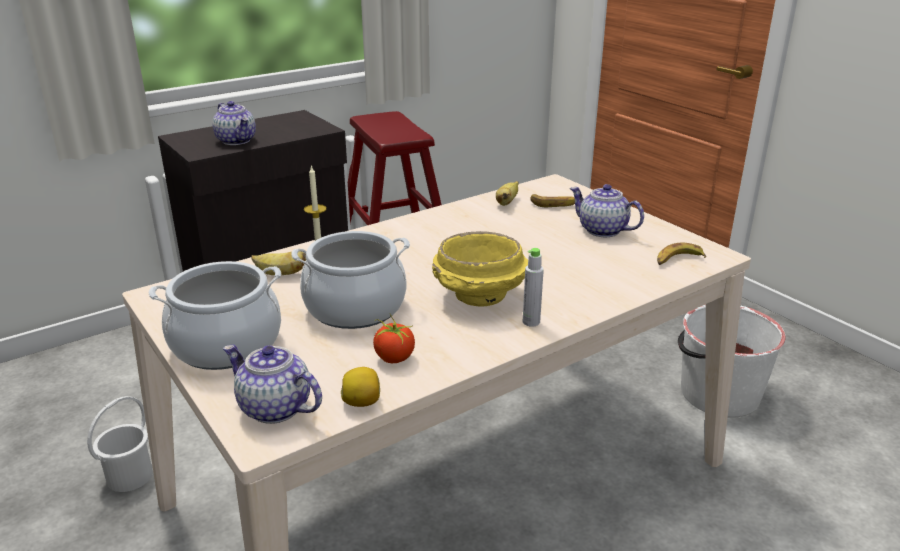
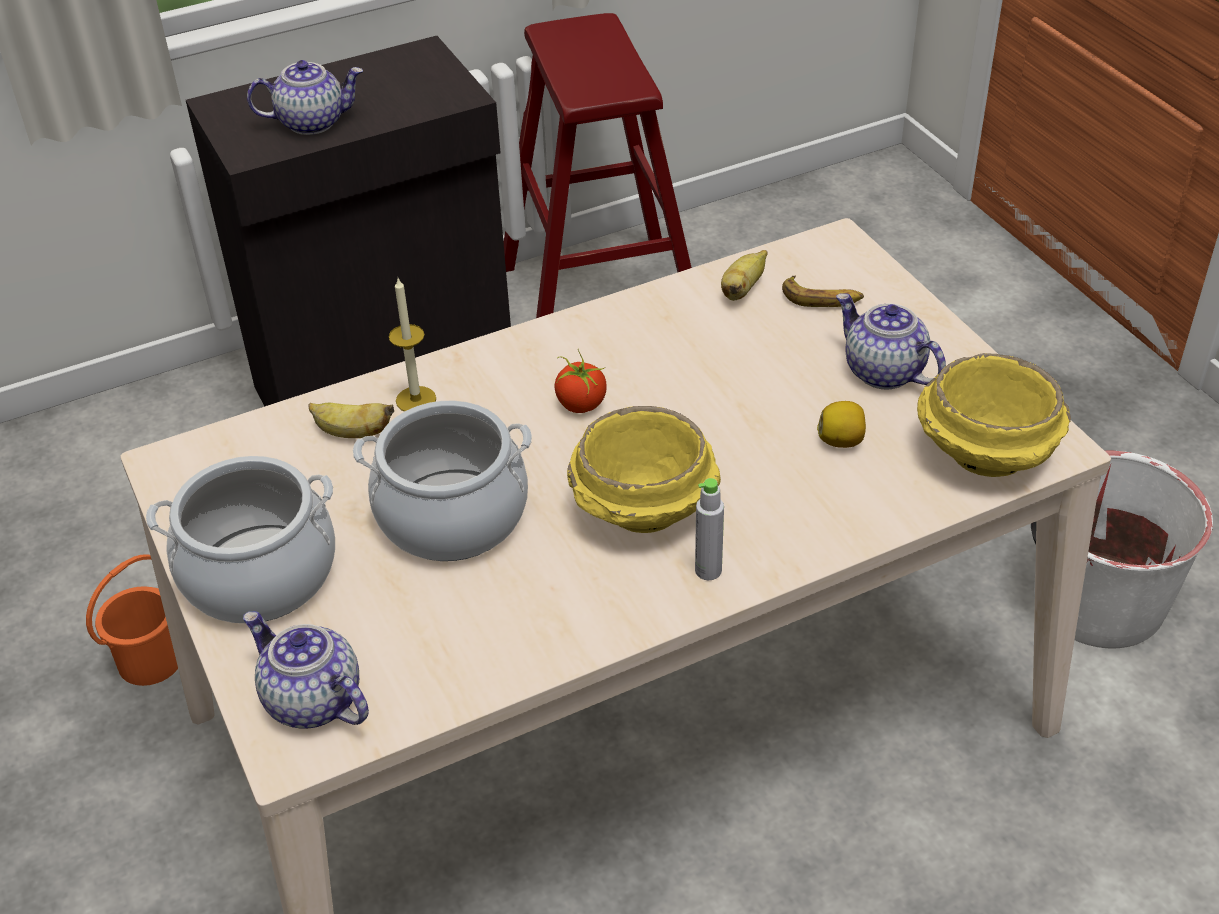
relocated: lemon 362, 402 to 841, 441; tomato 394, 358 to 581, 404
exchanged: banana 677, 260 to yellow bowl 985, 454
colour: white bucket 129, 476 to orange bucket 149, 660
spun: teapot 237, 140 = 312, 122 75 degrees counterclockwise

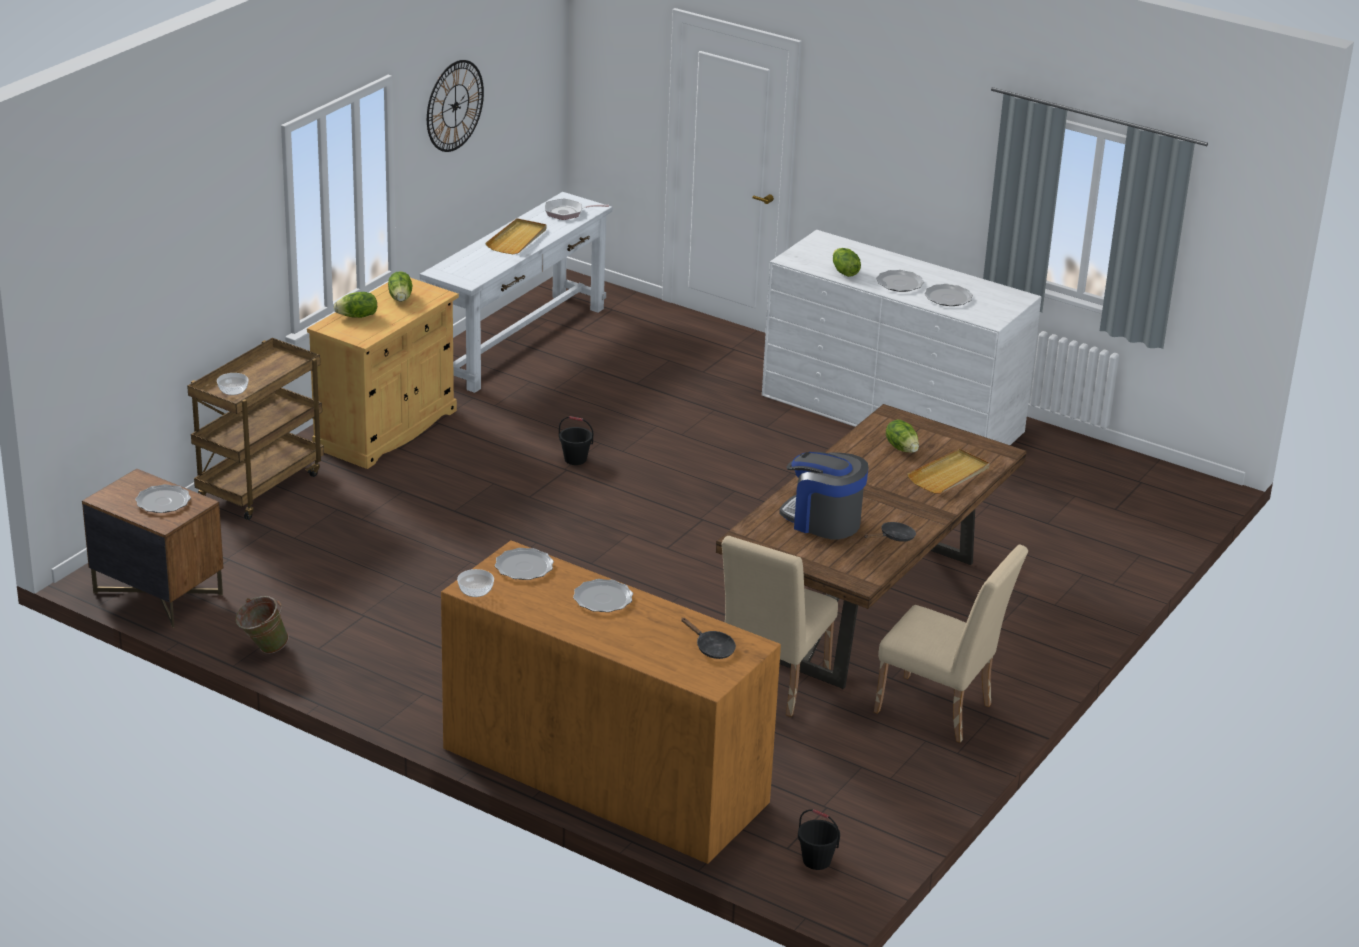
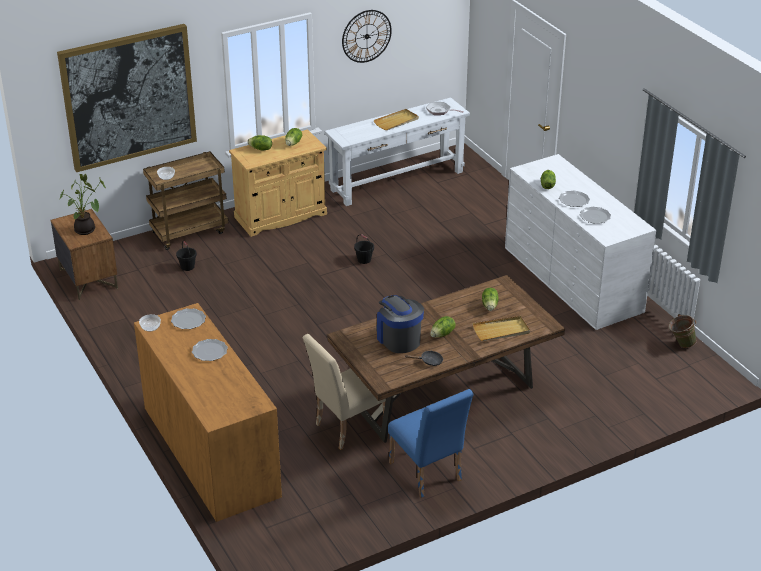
missing: black frying pan 712, 648
appeared: picture 128, 97; lettuce 442, 334
relocated: green bucket 262, 649 to 680, 344; black bucket 816, 861 to 187, 267
exchanged: plate 163, 501 to potted plant 86, 230
colour: beige chair 941, 712 to blue chair 427, 475

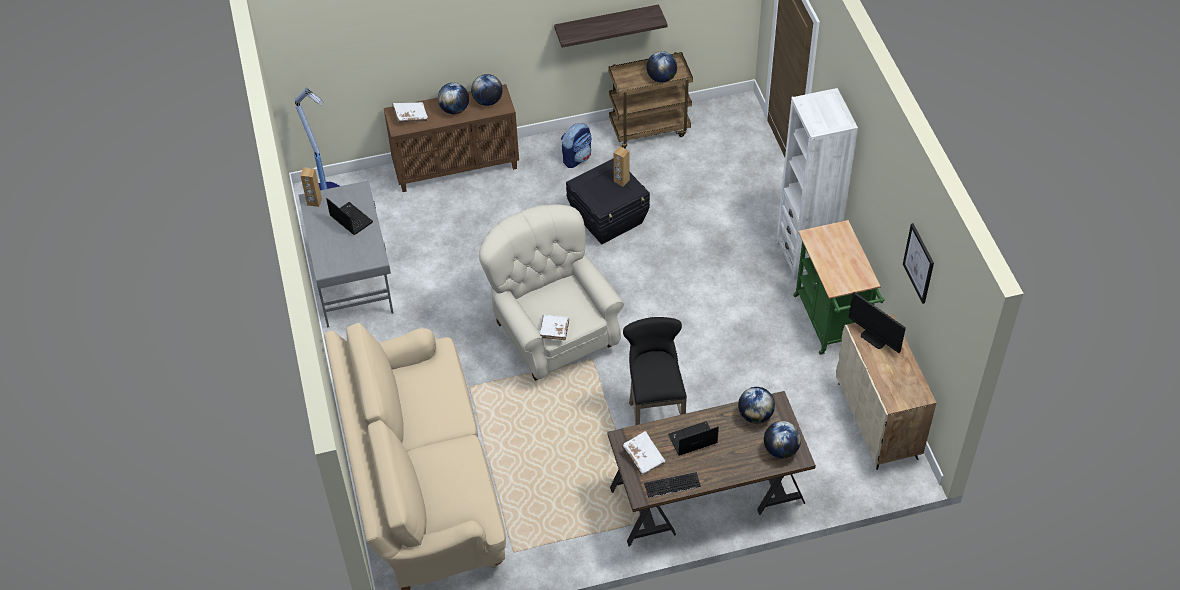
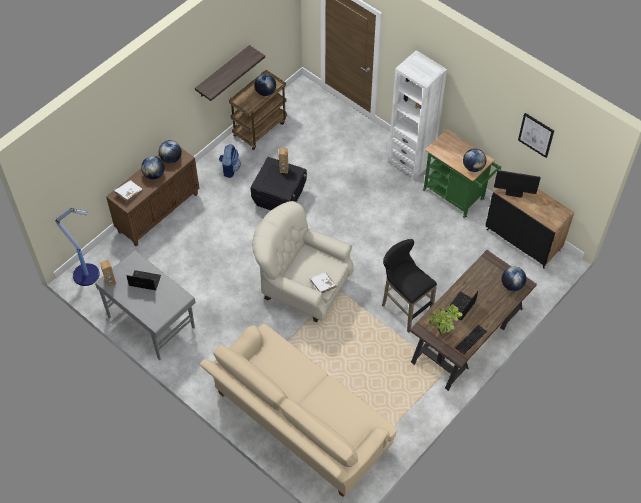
relocated: globe 755, 415 to 473, 167
exchanged: white book 643, 457 to potted plant 442, 332
colour: beige cabinet 878, 421 to black cabinet 523, 240

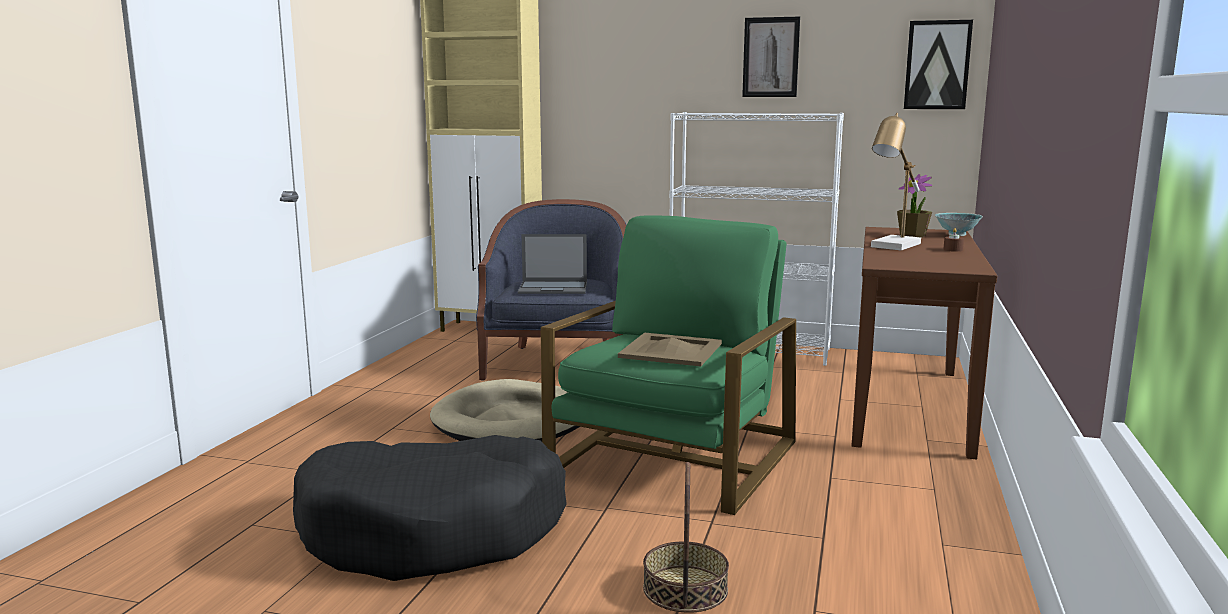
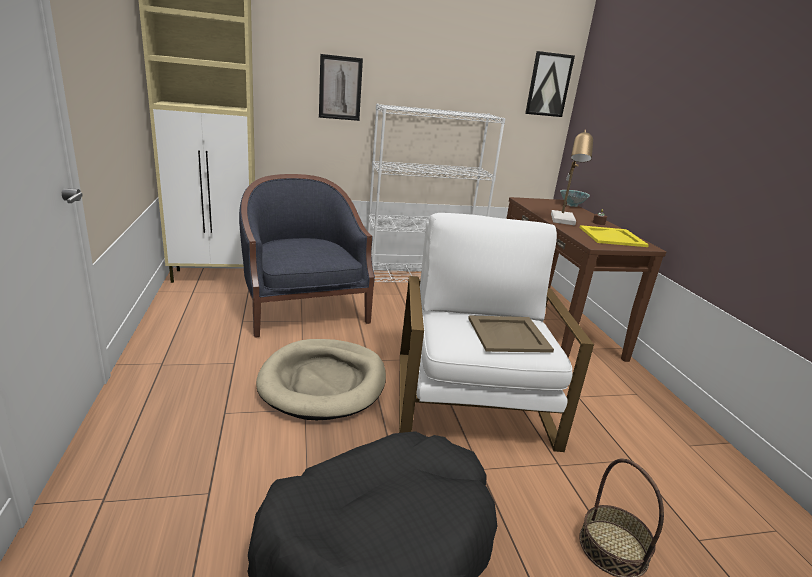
missing: laptop 554, 288; potted plant 913, 235
appeared: yellow tray 611, 236
relocated: picture 770, 57 to 340, 88
colour: green armchair 674, 458 to white armchair 473, 399

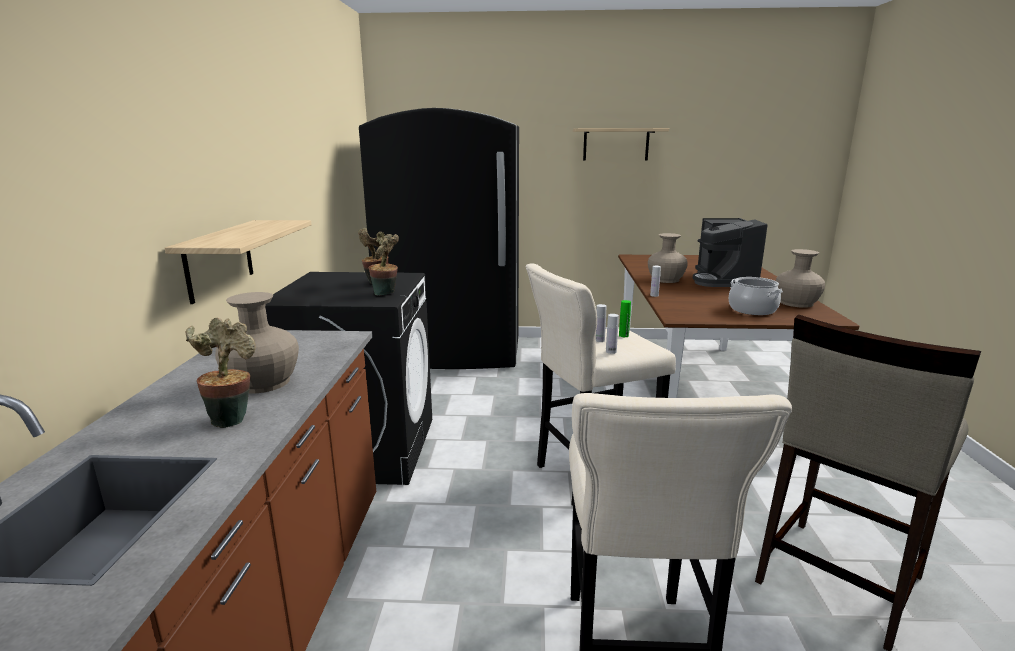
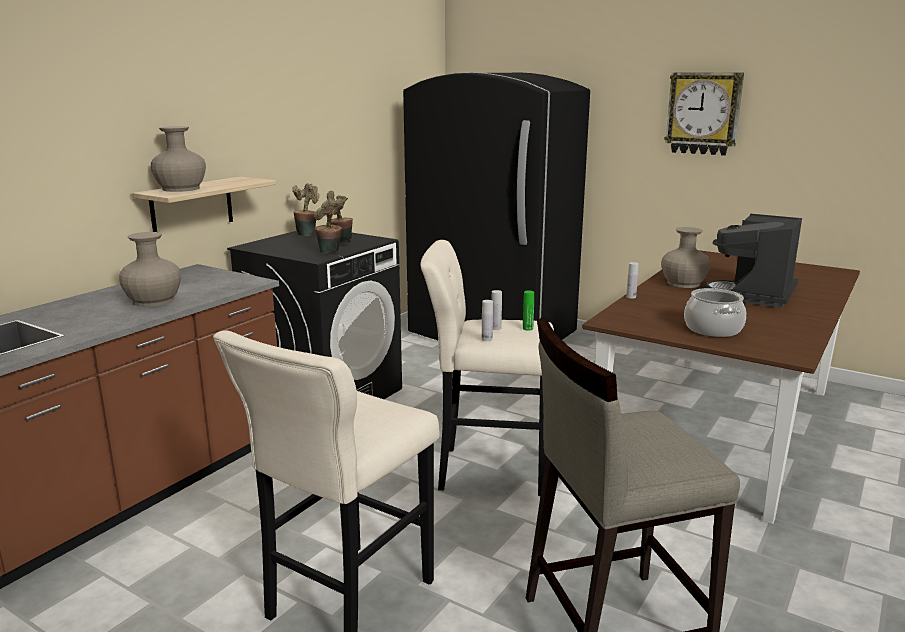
relocated: potted plant 232, 418 to 307, 234; beige vase 796, 303 to 181, 189
exchanged: shelf 616, 144 to wall clock 703, 113

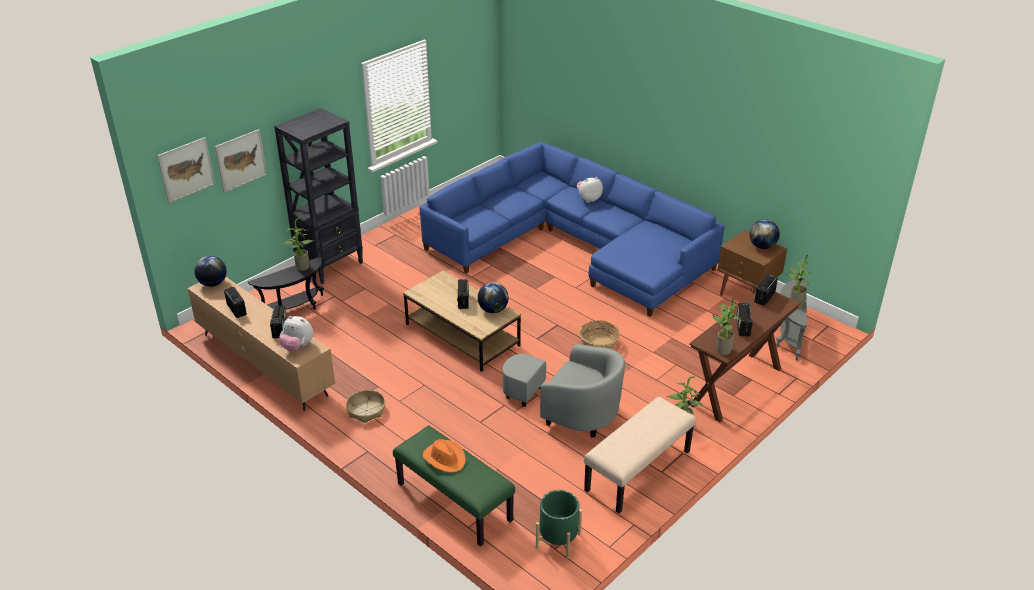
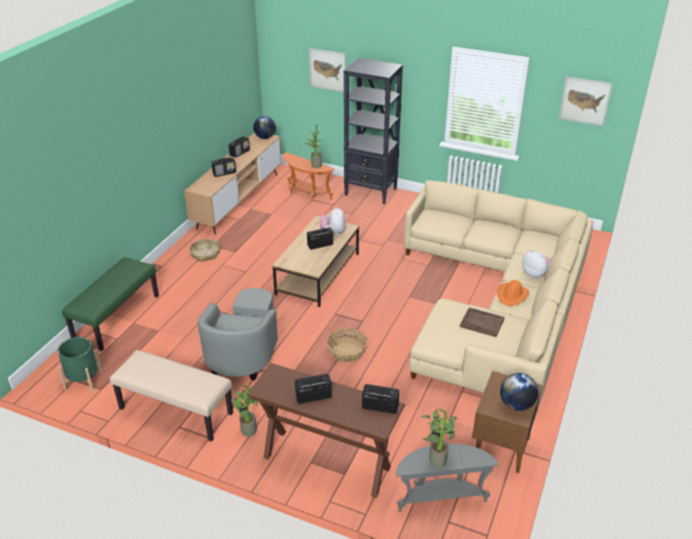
missing: globe 493, 310; potted plant 721, 349
appeared: brown tray 481, 323
relocated: picture 186, 169 to 585, 101; plush toy 297, 346 to 333, 232; orange hat 445, 458 to 512, 295
colour: black side table 294, 310 to orange side table 306, 194; blue sofa 573, 245 to beige sofa 498, 304

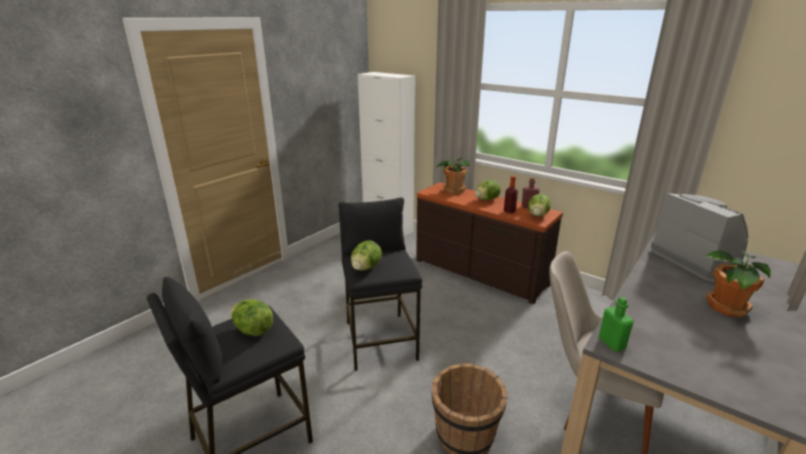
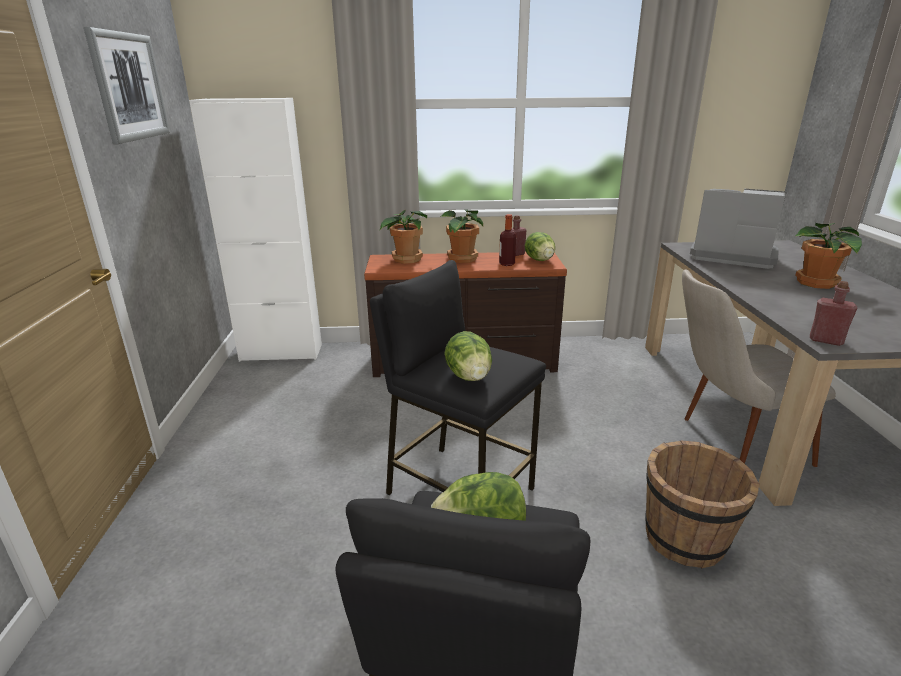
appeared: picture 129, 86
exchanged: lettuce 486, 200 to potted plant 461, 259
colour: green bottle 611, 343 to red bottle 826, 340

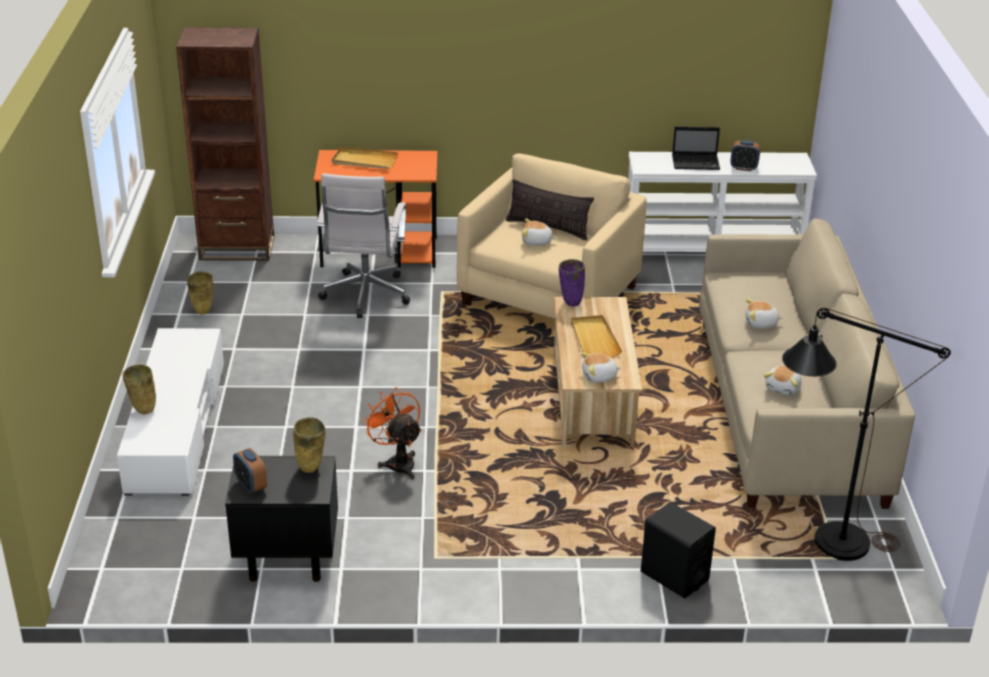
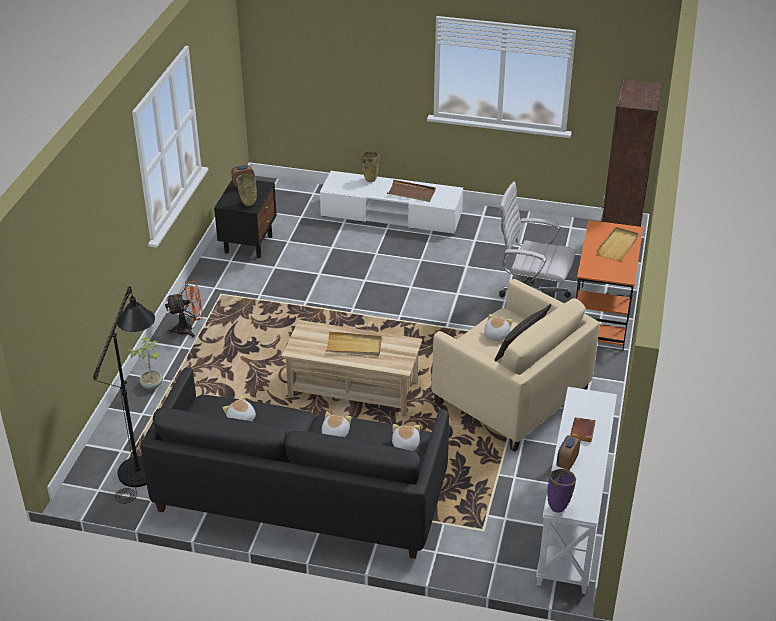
missing: beige vase 203, 312
appeared: brown tray 411, 193
relocated: orange fan 397, 462 to 188, 329; purple vase 570, 302 to 559, 507; plush toy 599, 377 to 405, 445
exchanged: black speaker 674, 576 to potted plant 152, 384; laptop 696, 163 to brown book 583, 433
colour: beige sofa 788, 409 to black sofa 300, 495

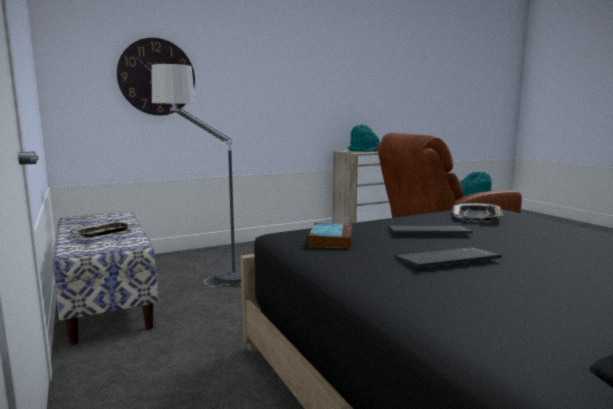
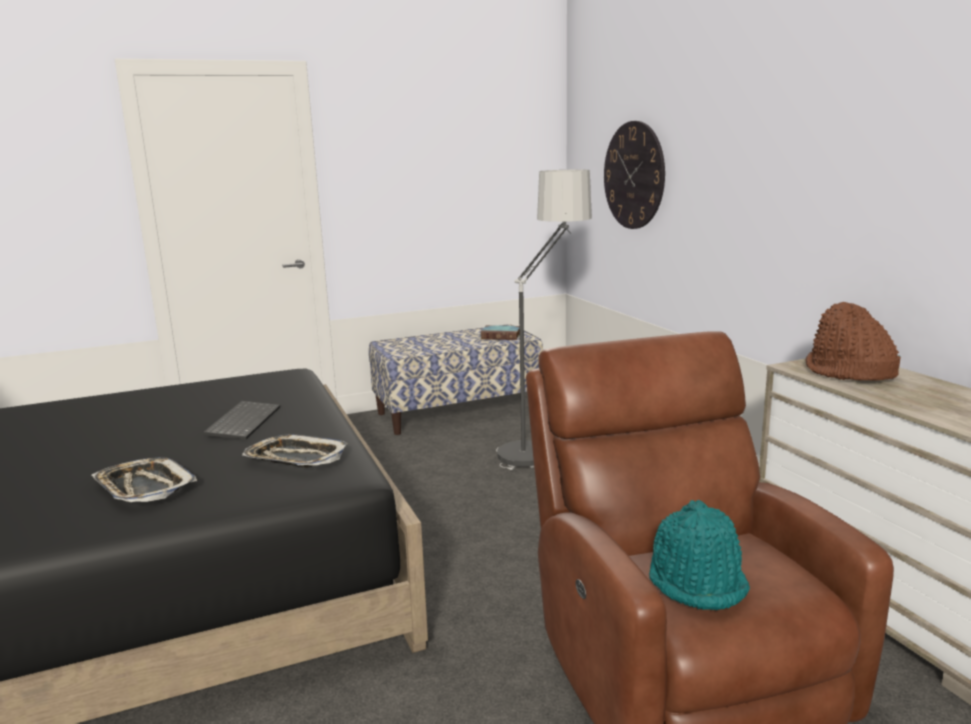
missing: keyboard 447, 260
relocated: tray 103, 233 to 144, 487; book 330, 240 to 502, 336
colour: turquoise hat 364, 151 to brown hat 848, 372

